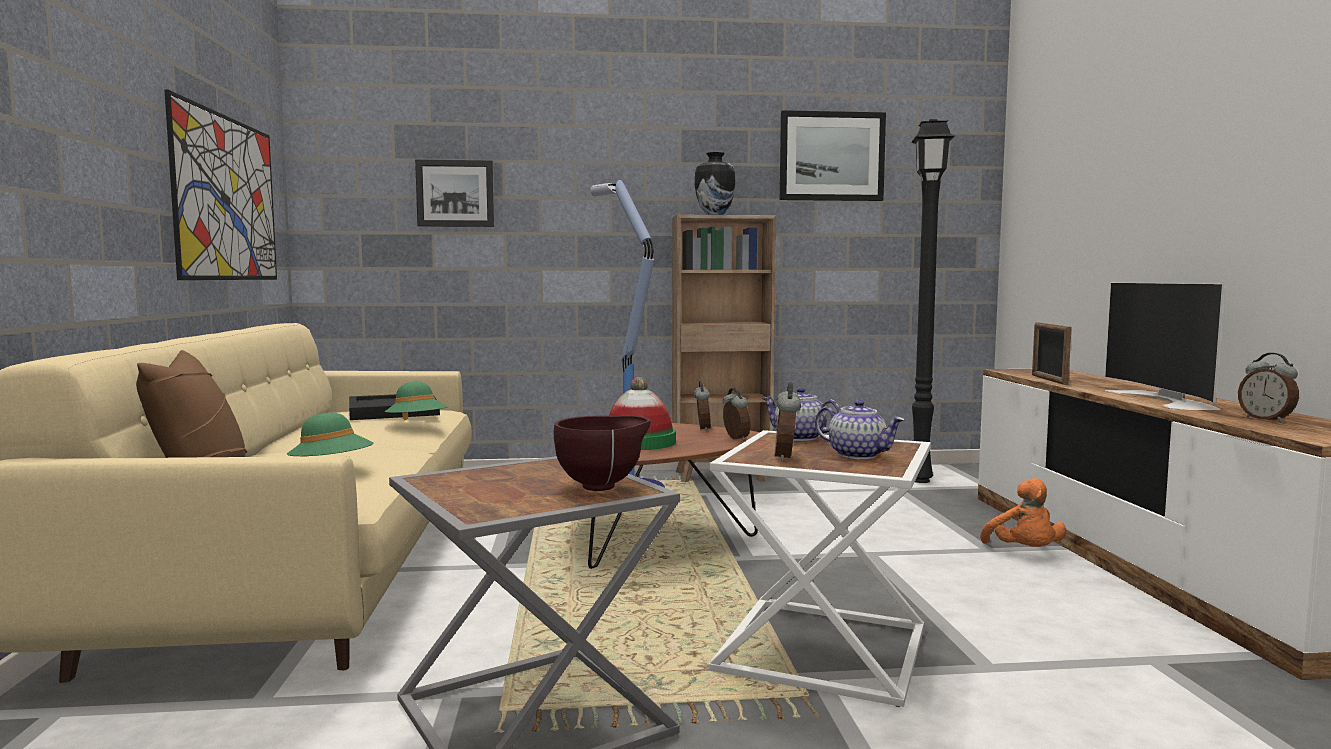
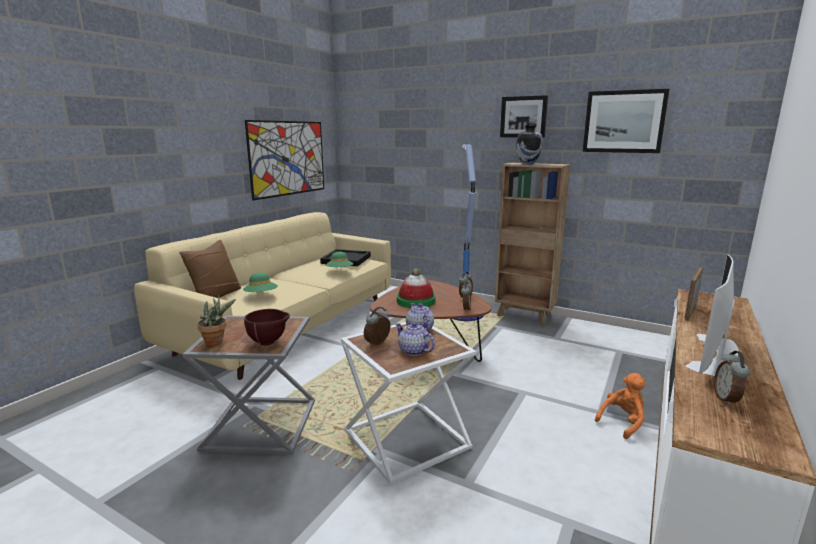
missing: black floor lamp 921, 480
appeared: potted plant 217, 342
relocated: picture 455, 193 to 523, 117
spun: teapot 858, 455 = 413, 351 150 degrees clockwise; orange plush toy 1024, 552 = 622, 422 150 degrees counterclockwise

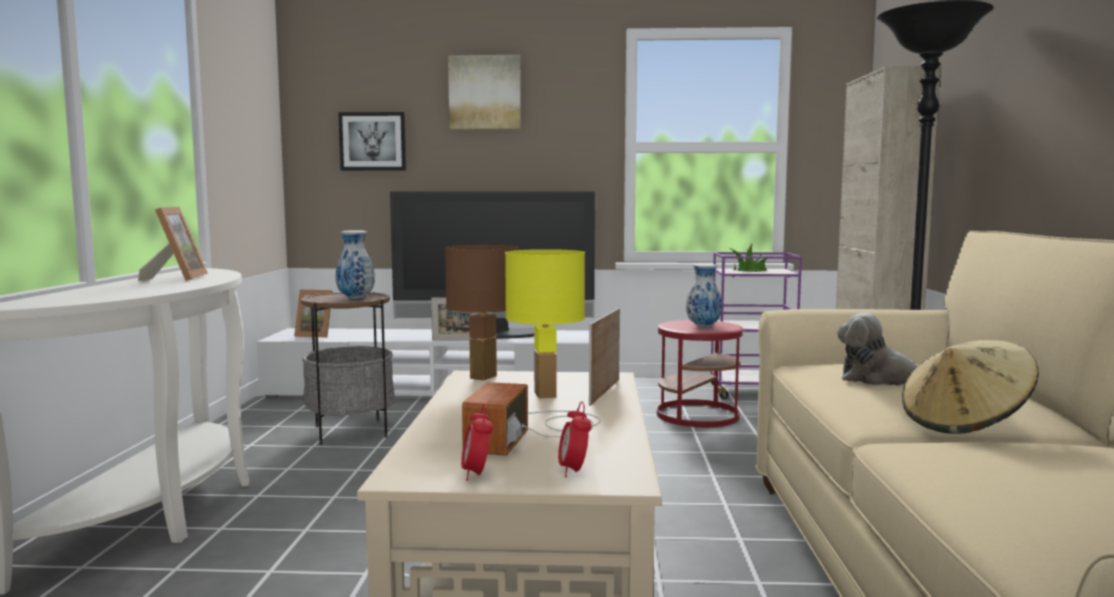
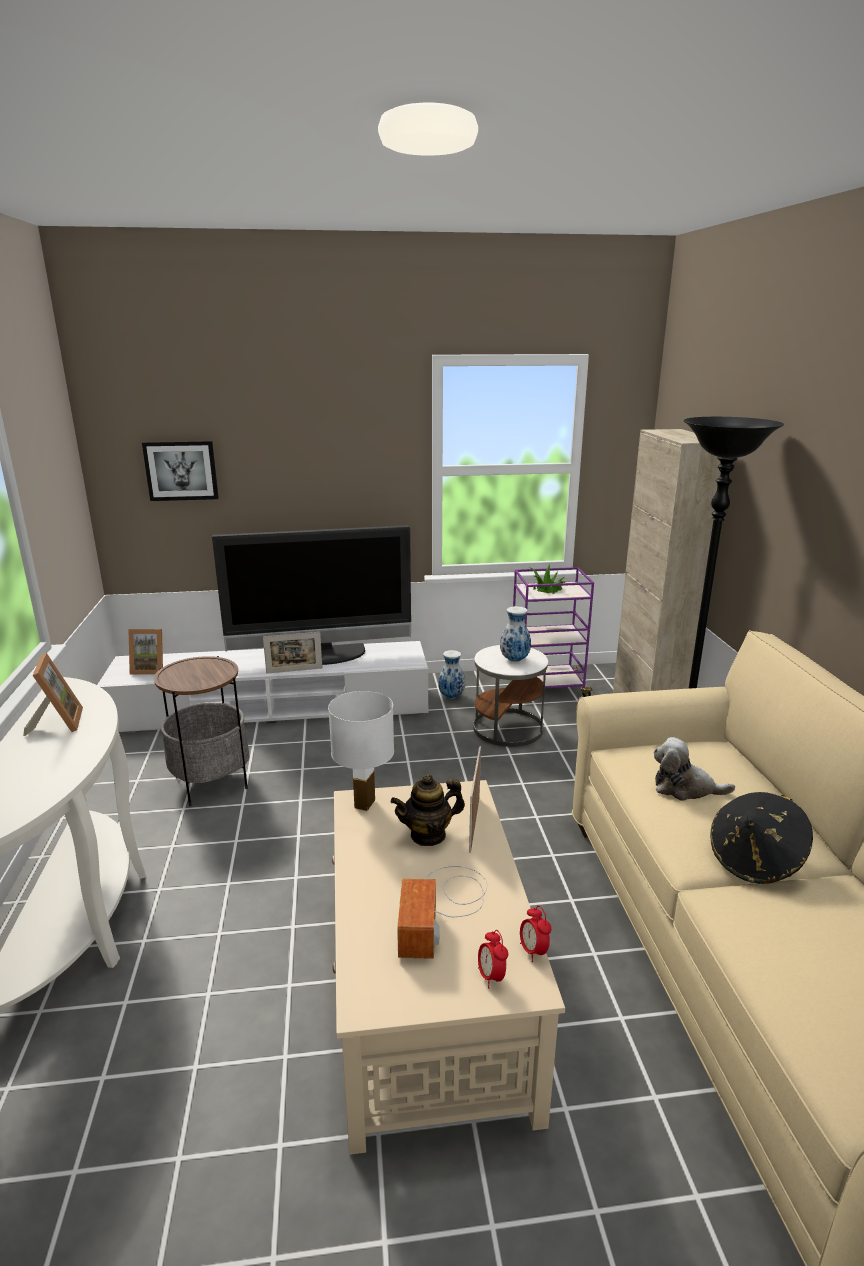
missing: picture 485, 92
relocated: vase 355, 298 to 451, 697; alarm clock 476, 475 to 533, 951
exchanged: yellow table lamp 546, 395 to teapot 428, 835
colour: brown table lamp 483, 377 to white table lamp 364, 803; red side table 698, 415 to white side table 508, 728; beige hat 965, 423 to black hat 755, 860

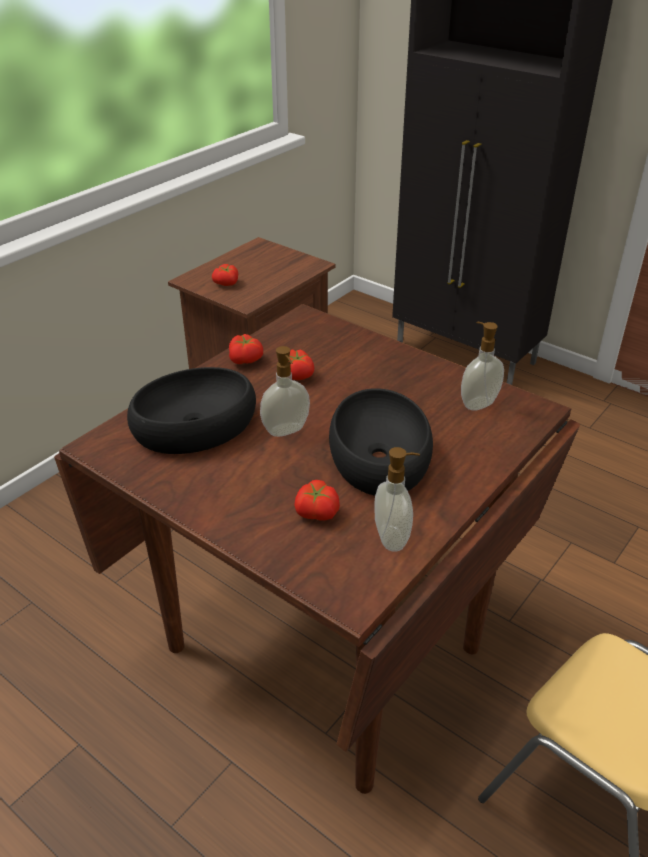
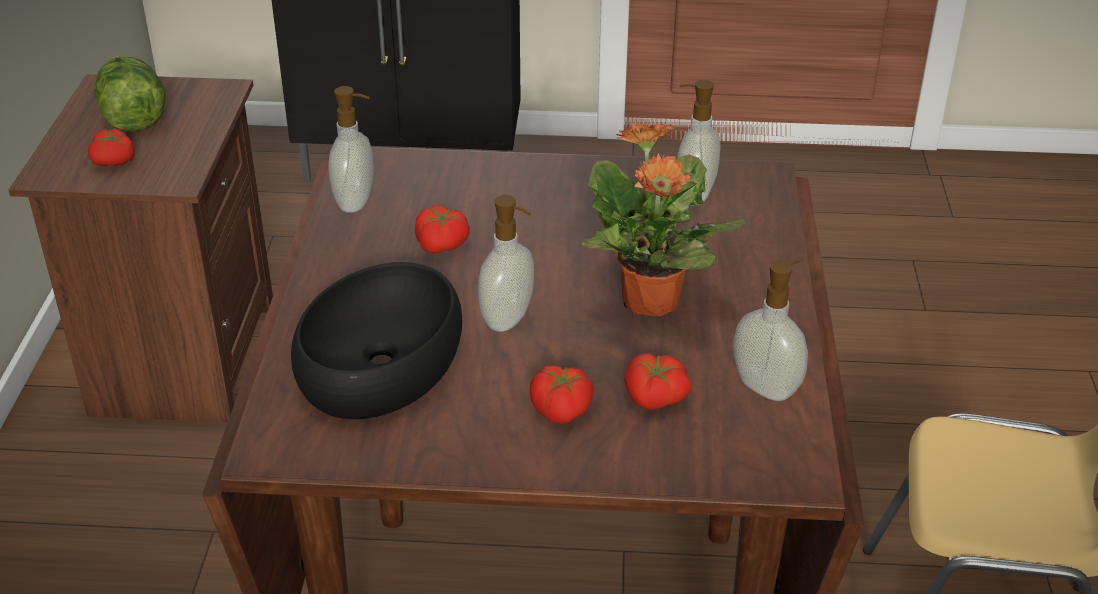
appeared: lettuce 131, 115; soap dispenser 356, 202
relocated: tomato 246, 360 to 562, 409
exchanged: black bowl 377, 456 to potted plant 650, 303

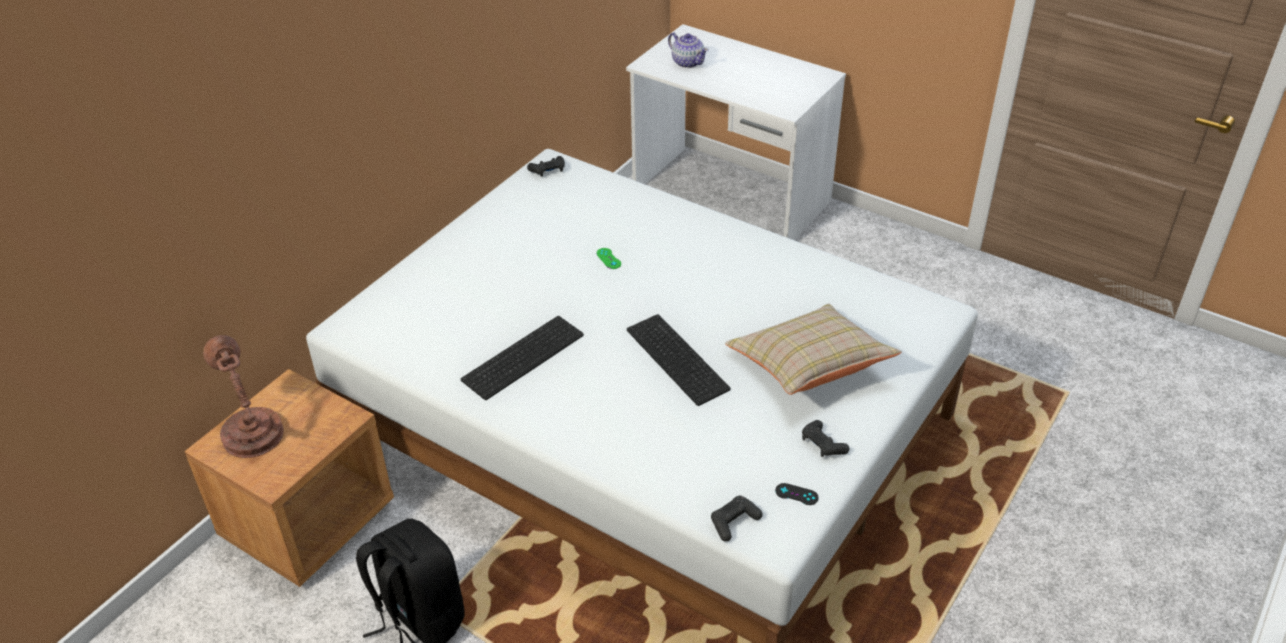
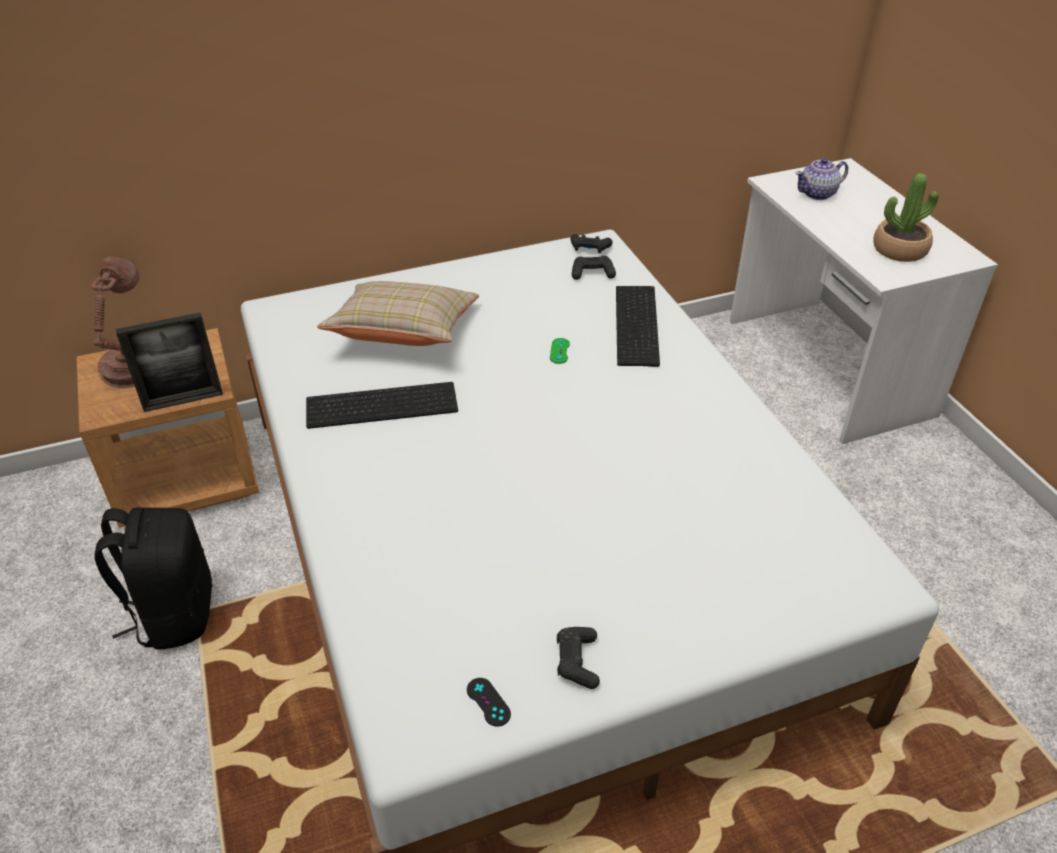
appeared: picture frame 183, 401; potted plant 899, 250
relocated: keyboard 680, 359 to 639, 326; black game controller 734, 522 to 592, 273; beige pillow 809, 367 to 404, 334
spun: teapot 687, 62 = 818, 194 75 degrees clockwise

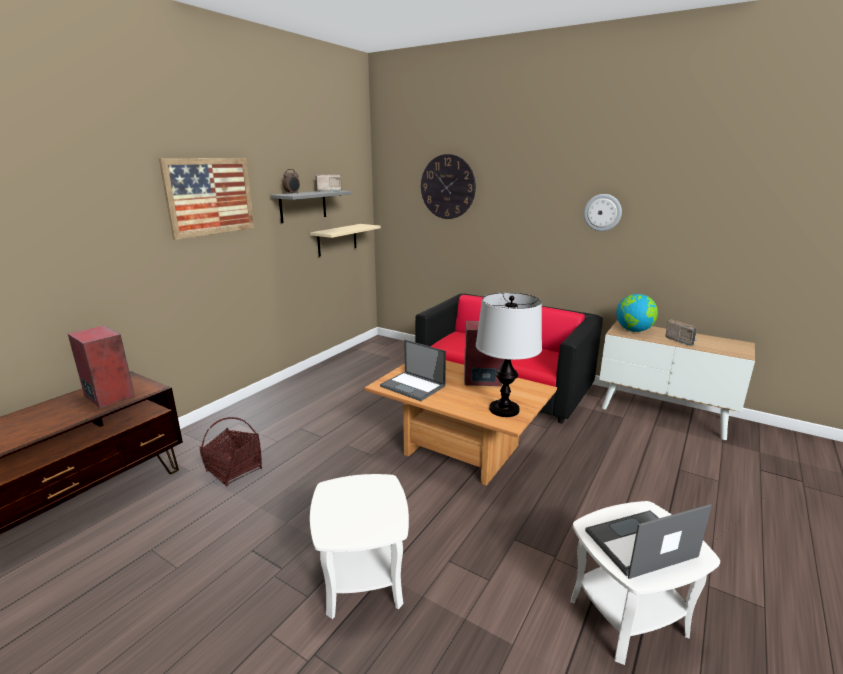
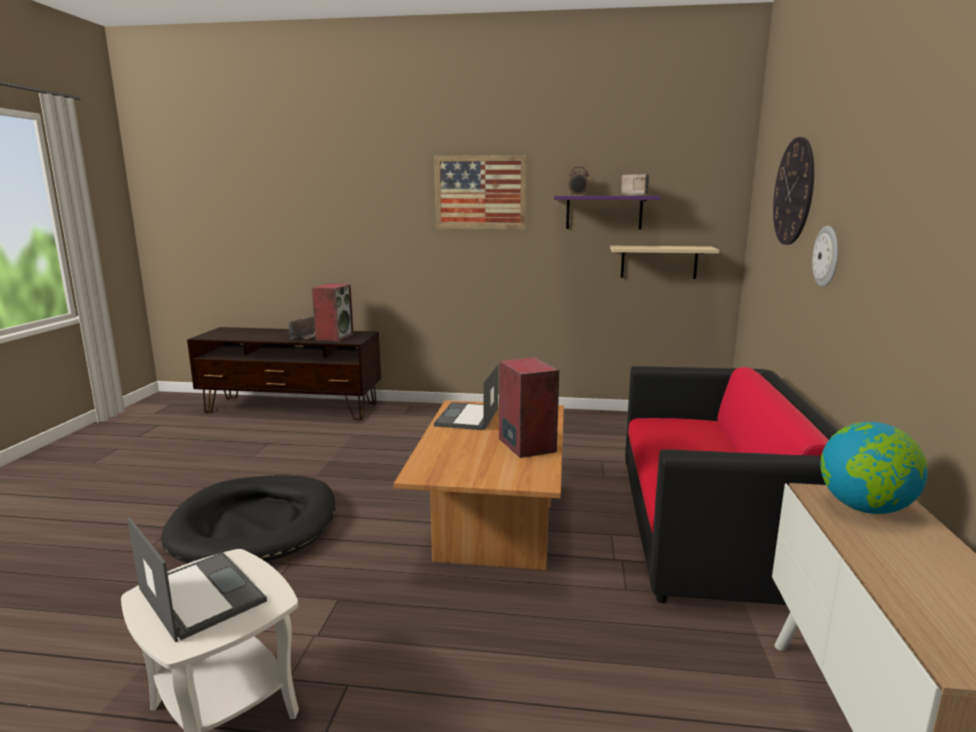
missing: basket 234, 470; table lamp 504, 409
relocated: wall clock 602, 212 to 827, 256; radio 681, 340 to 306, 337
exchanged: white side table 362, 578 to black dog bed 255, 525
colour: grey shelf 303, 206 to purple shelf 604, 212

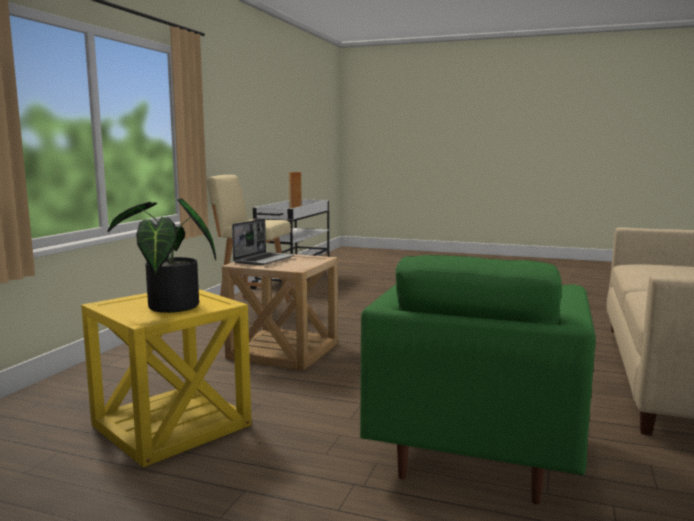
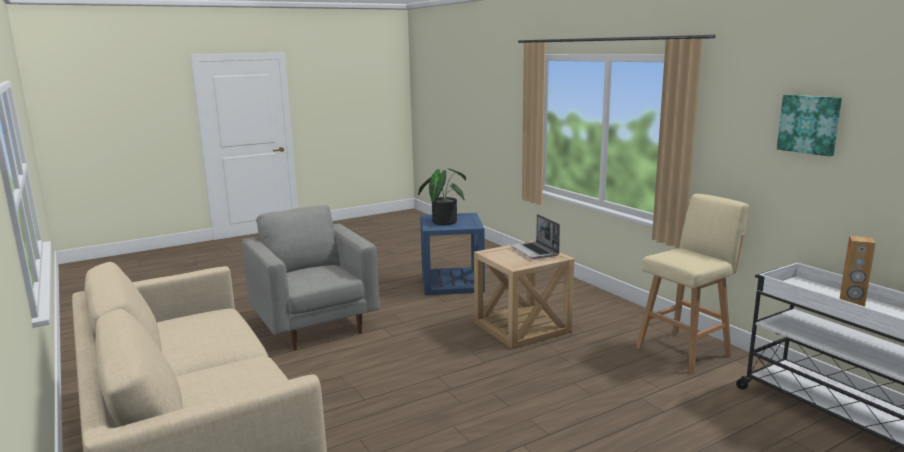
appeared: picture 809, 124
colour: yellow side table 171, 425 to blue side table 452, 283; green armchair 475, 453 to grey armchair 314, 326

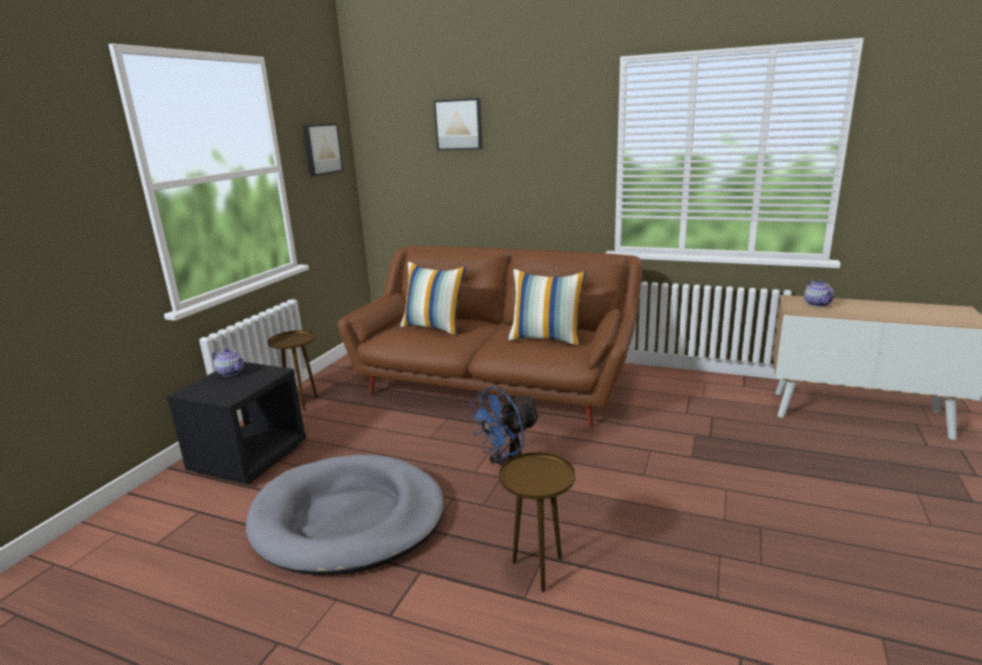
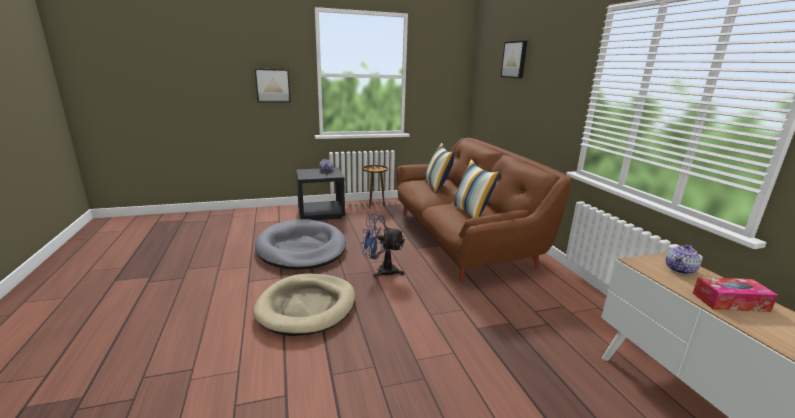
appeared: tissue box 730, 302
relocated: picture 321, 149 to 273, 85
exchanged: brown side table 539, 569 to beige dog bed 307, 307

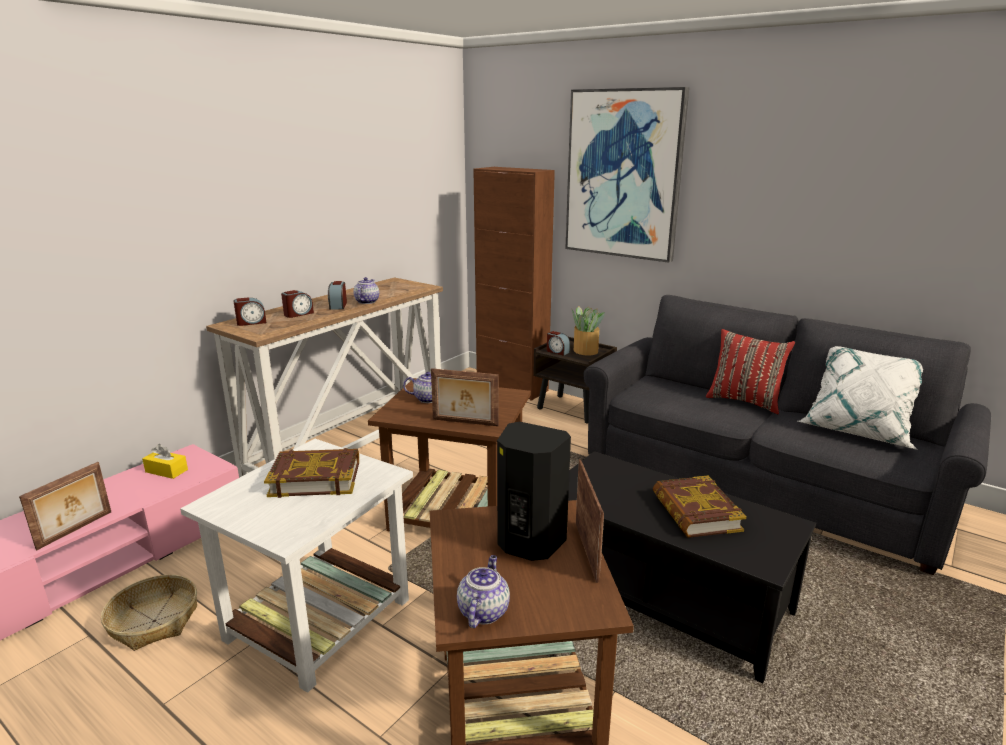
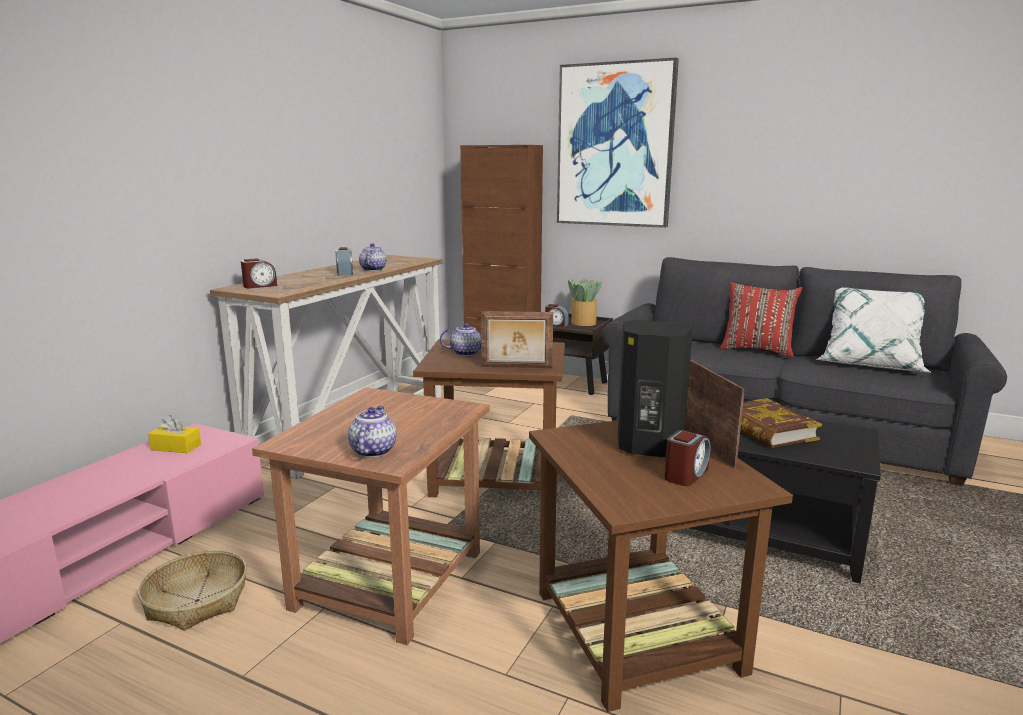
missing: picture frame 76, 530; book 315, 478
relocated: alarm clock 298, 314 to 686, 474; teapot 483, 611 to 373, 450
colour: white side table 320, 617 to brown side table 390, 578

